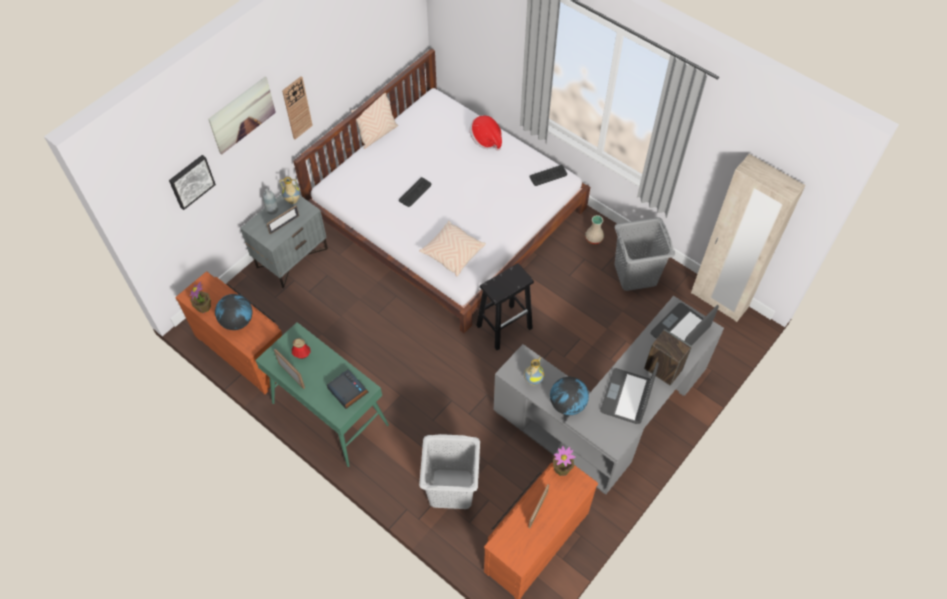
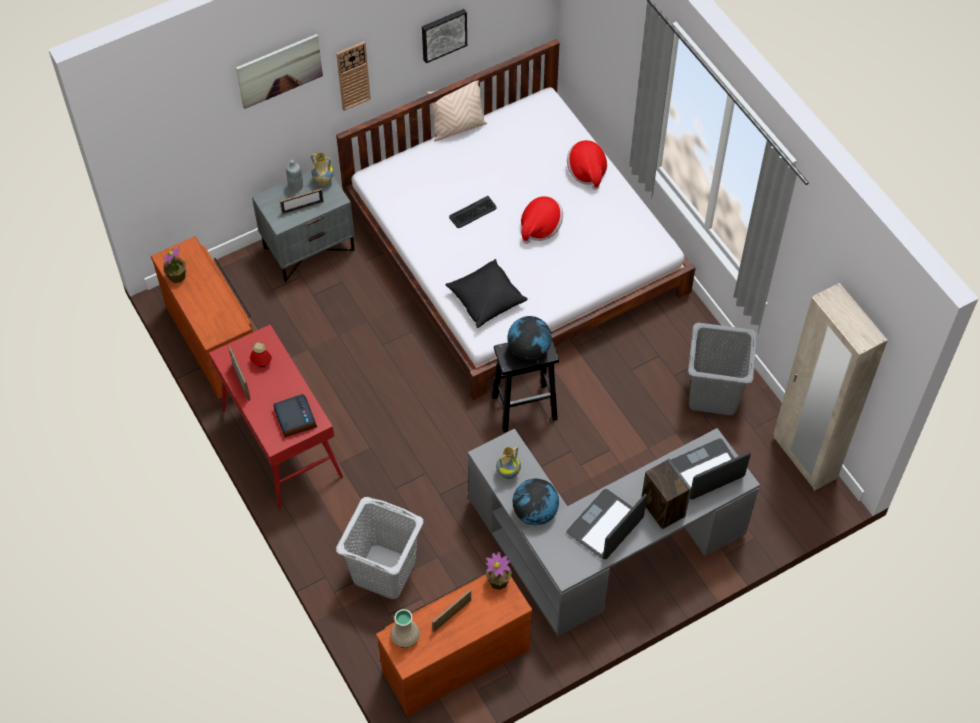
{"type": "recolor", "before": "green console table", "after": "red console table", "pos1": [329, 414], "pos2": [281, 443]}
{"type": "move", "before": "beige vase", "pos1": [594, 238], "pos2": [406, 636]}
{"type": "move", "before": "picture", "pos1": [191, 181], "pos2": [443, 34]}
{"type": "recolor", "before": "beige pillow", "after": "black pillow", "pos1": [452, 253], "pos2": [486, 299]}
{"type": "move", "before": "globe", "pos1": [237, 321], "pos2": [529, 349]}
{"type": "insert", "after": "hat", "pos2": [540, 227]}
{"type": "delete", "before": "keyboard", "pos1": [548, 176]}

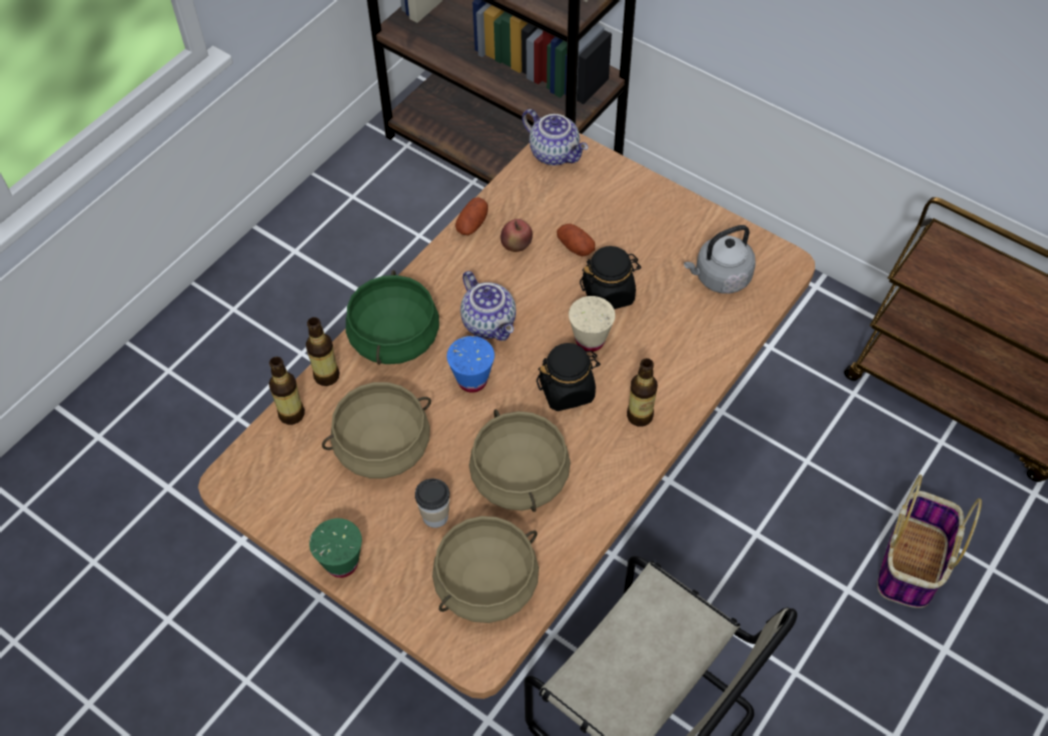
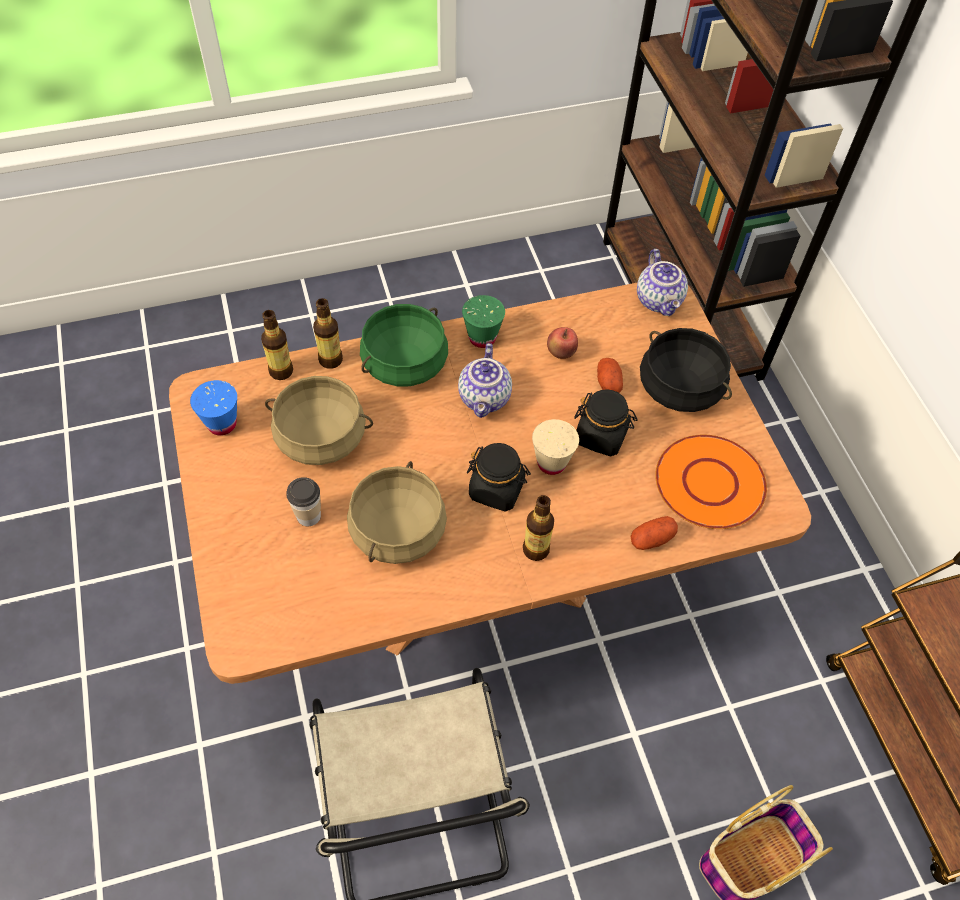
{"type": "move", "before": "blue cup", "pos1": [472, 380], "pos2": [222, 424]}
{"type": "move", "before": "green cup", "pos1": [342, 563], "pos2": [482, 338]}
{"type": "move", "before": "potato", "pos1": [472, 224], "pos2": [652, 539]}
{"type": "insert", "after": "black cooking pot", "pos2": [680, 387]}
{"type": "replace", "before": "grey kettle", "after": "orange plate", "pos1": [719, 277], "pos2": [709, 483]}
{"type": "delete", "before": "beige cooking pot", "pos1": [486, 584]}

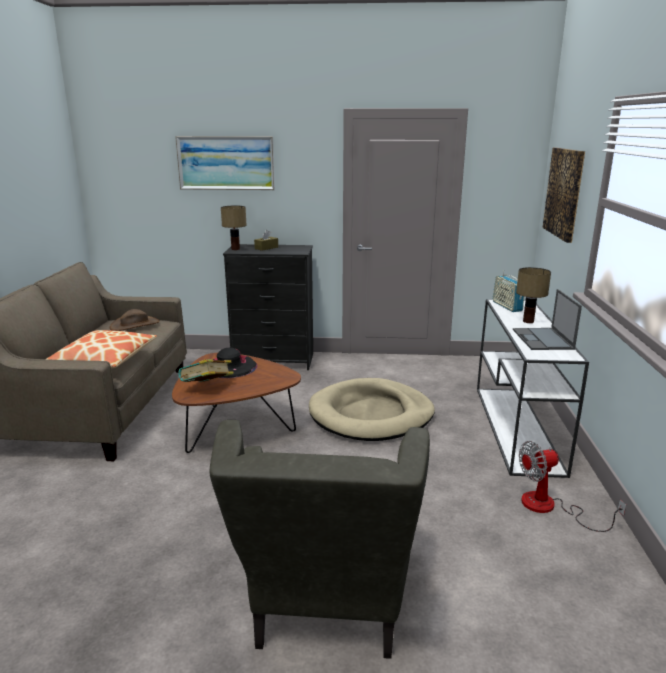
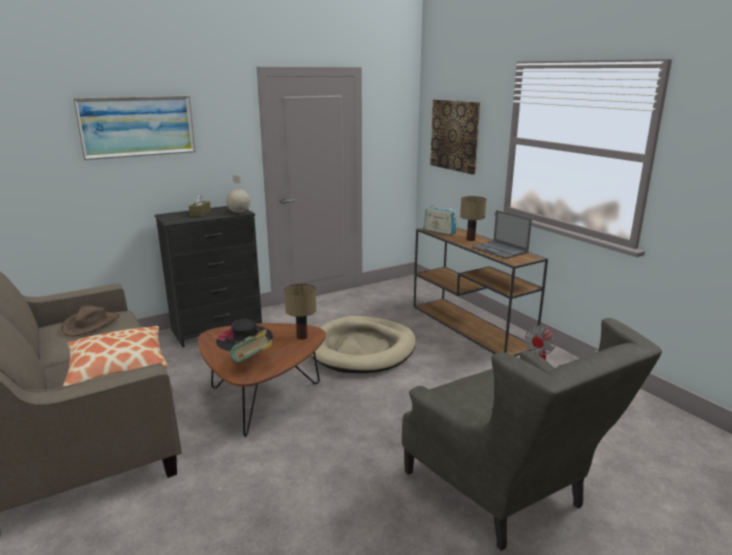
{"type": "insert", "after": "globe", "pos2": [239, 212]}
{"type": "move", "before": "table lamp", "pos1": [235, 249], "pos2": [302, 337]}
{"type": "recolor", "before": "white console table", "after": "brown console table", "pos1": [517, 428], "pos2": [471, 326]}

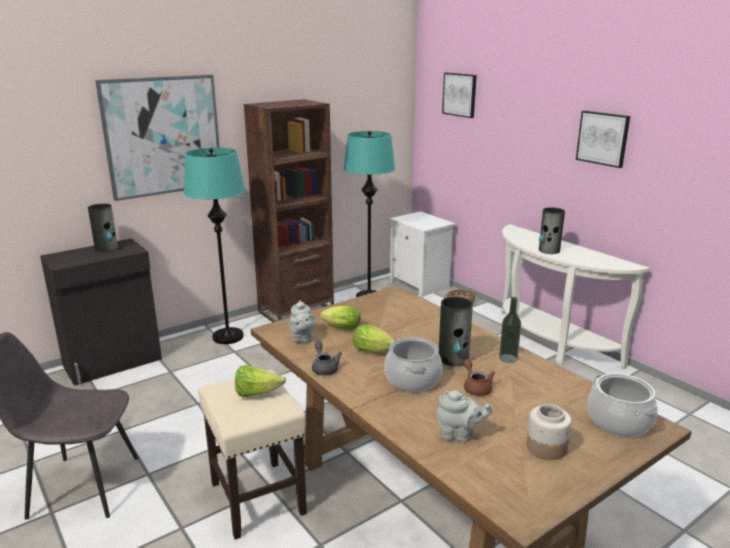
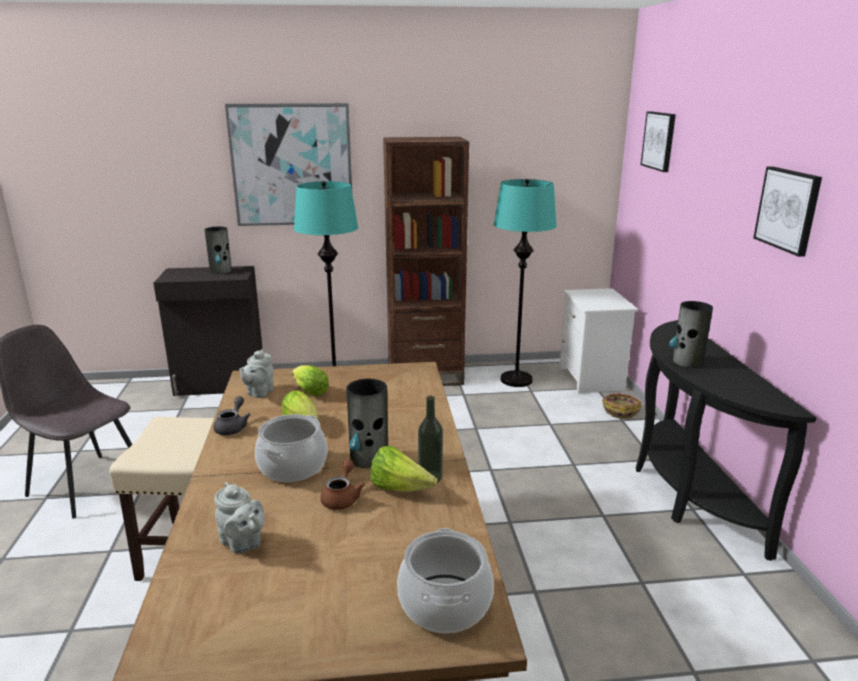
{"type": "move", "before": "lettuce", "pos1": [256, 393], "pos2": [400, 488]}
{"type": "recolor", "before": "white console table", "after": "black console table", "pos1": [547, 343], "pos2": [685, 491]}
{"type": "delete", "before": "jar", "pos1": [546, 447]}

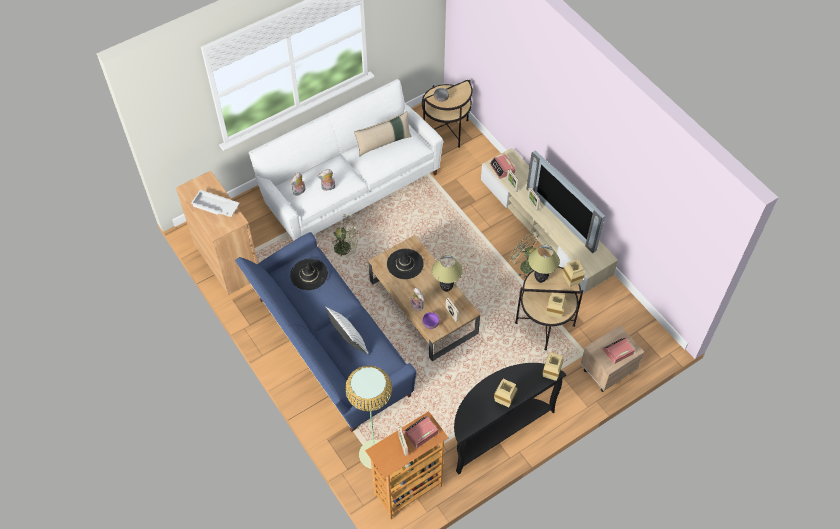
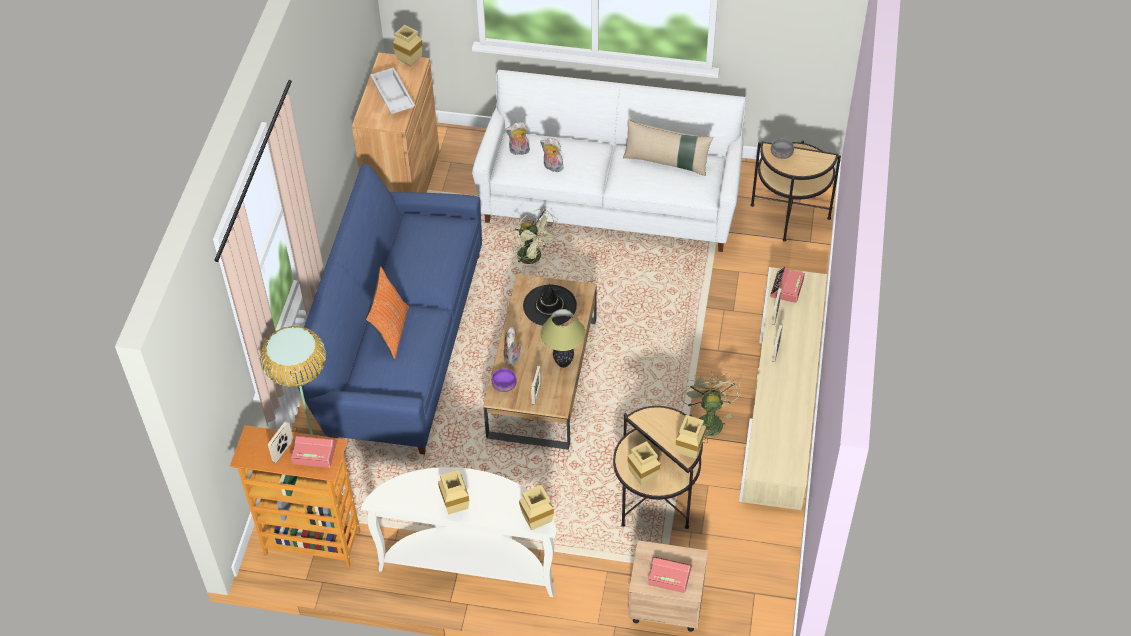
{"type": "recolor", "before": "black console table", "after": "white console table", "pos1": [497, 430], "pos2": [470, 563]}
{"type": "recolor", "before": "white pillow", "after": "orange pillow", "pos1": [348, 341], "pos2": [390, 331]}
{"type": "insert", "after": "beige vase", "pos2": [408, 62]}
{"type": "delete", "before": "black hat", "pos1": [309, 274]}
{"type": "delete", "before": "television", "pos1": [563, 217]}
{"type": "delete", "before": "table lamp", "pos1": [540, 279]}

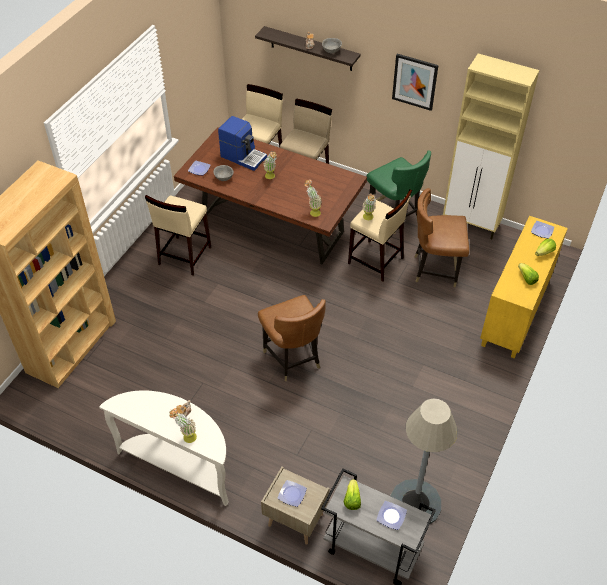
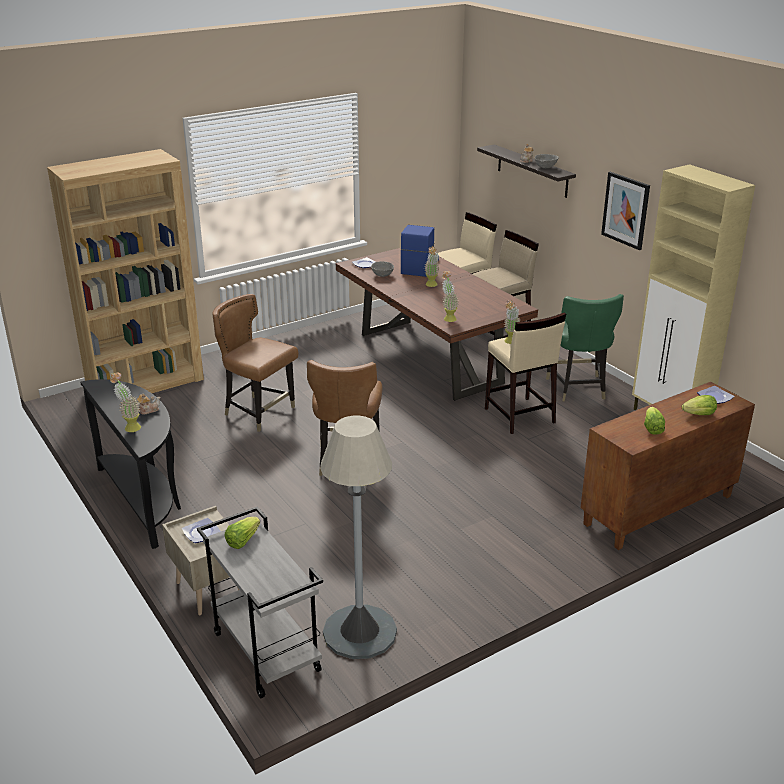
{"type": "recolor", "before": "white console table", "after": "black console table", "pos1": [180, 465], "pos2": [144, 500]}
{"type": "move", "before": "brown chair", "pos1": [435, 269], "pos2": [259, 412]}
{"type": "rotate", "before": "coffee machine", "pos1": [243, 156], "pos2": [419, 267], "turn": -135}
{"type": "recolor", "before": "yellow cabinet", "after": "brown cabinet", "pos1": [515, 313], "pos2": [658, 511]}
{"type": "delete", "before": "beige stool", "pos1": [184, 256]}
{"type": "delete", "before": "plate", "pos1": [390, 516]}

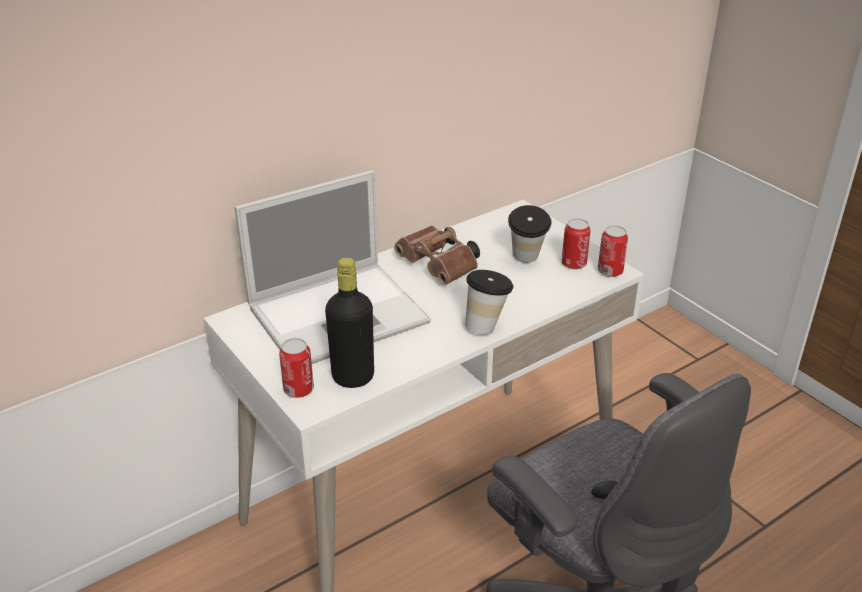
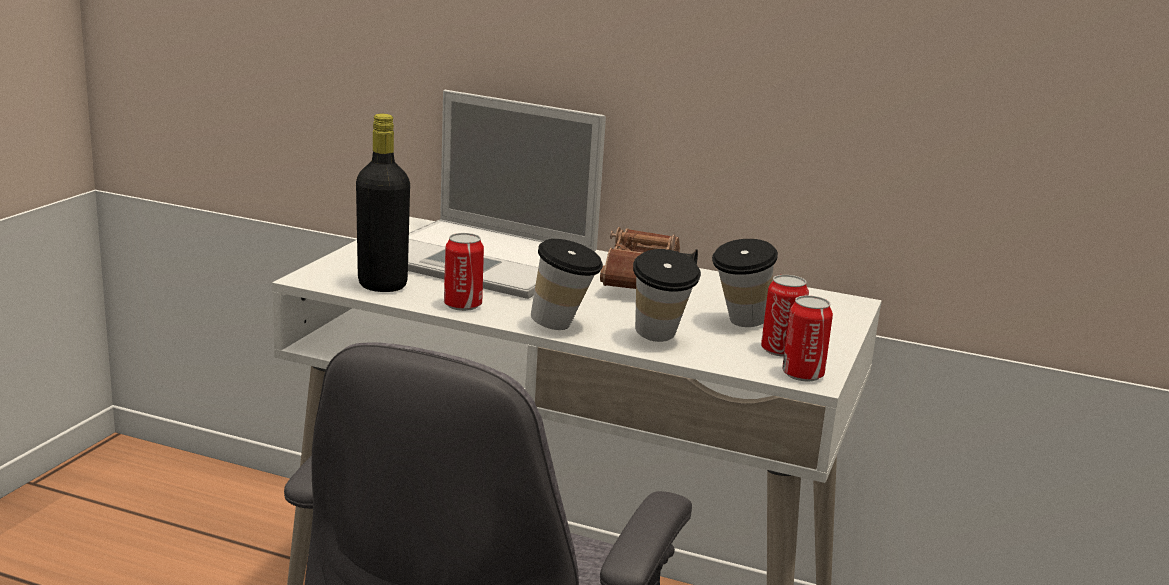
{"type": "move", "before": "can", "pos1": [298, 390], "pos2": [463, 305]}
{"type": "insert", "after": "cup", "pos2": [659, 339]}

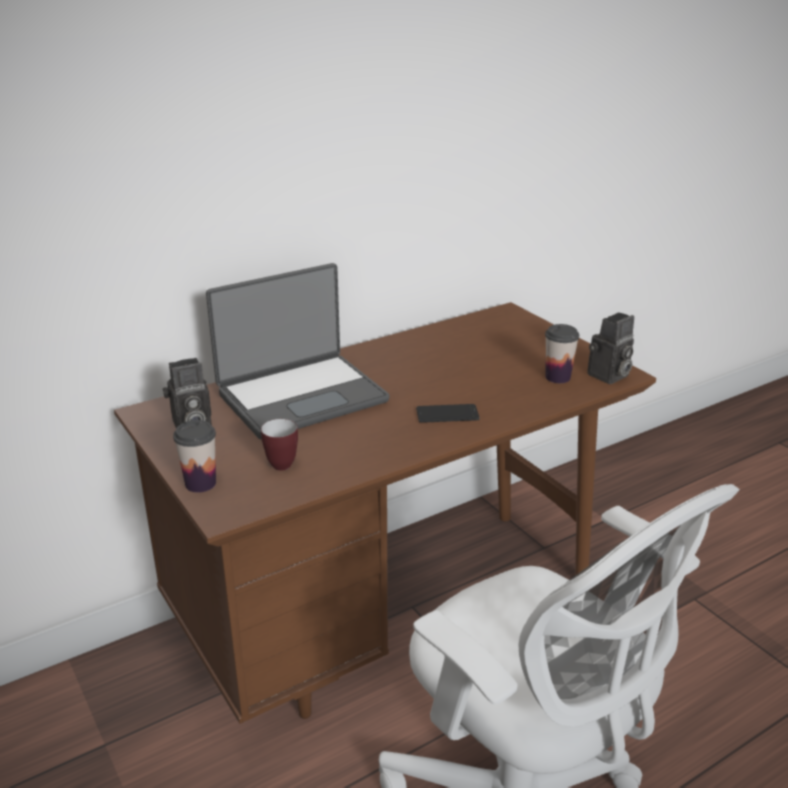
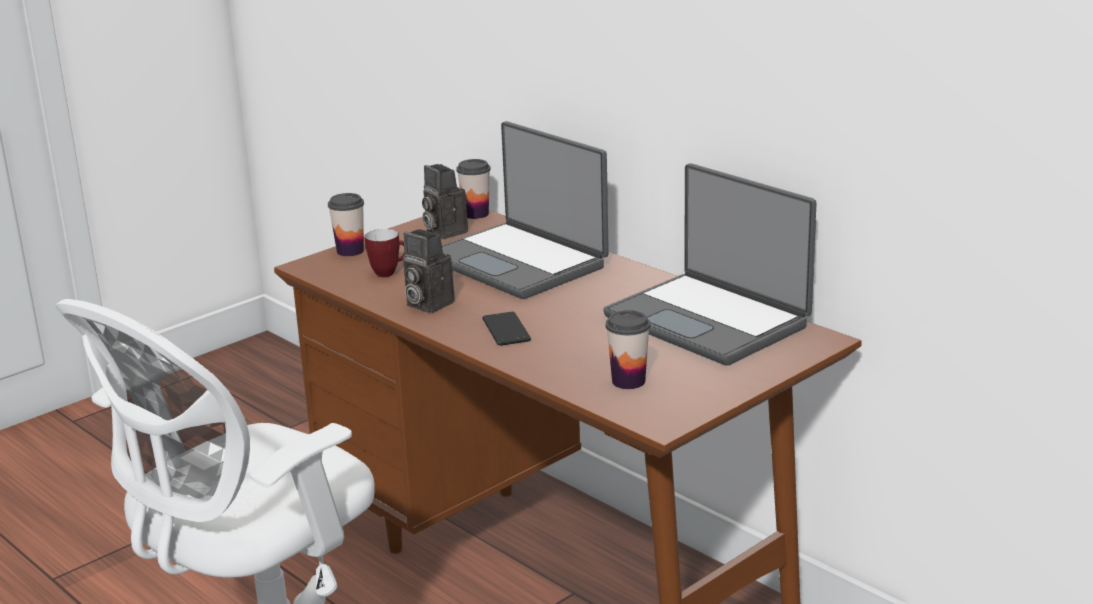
{"type": "move", "before": "photo camera", "pos1": [608, 376], "pos2": [426, 304]}
{"type": "insert", "after": "cup", "pos2": [476, 214]}
{"type": "insert", "after": "laptop", "pos2": [709, 320]}

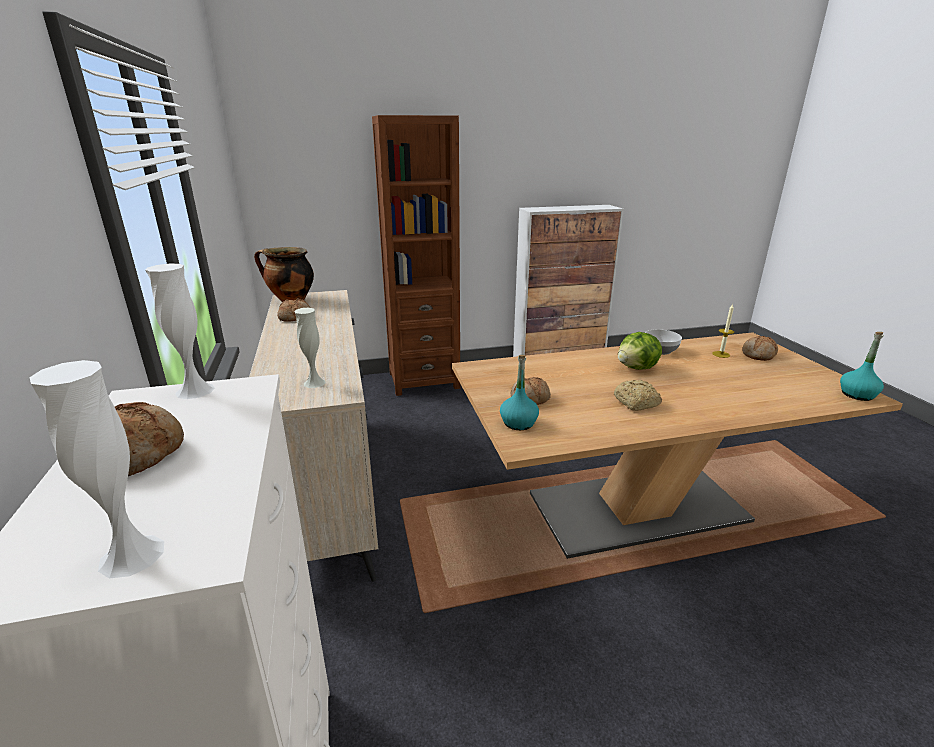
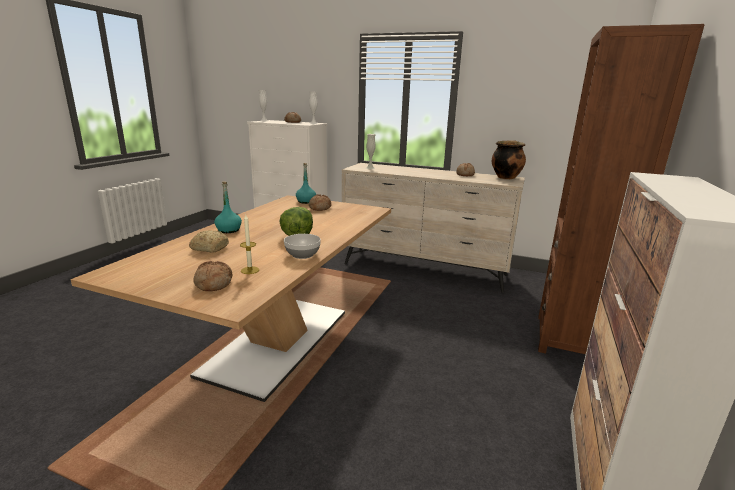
{"type": "move", "before": "bread", "pos1": [636, 403], "pos2": [209, 248]}
{"type": "move", "before": "turquoise bottle", "pos1": [857, 394], "pos2": [229, 230]}

